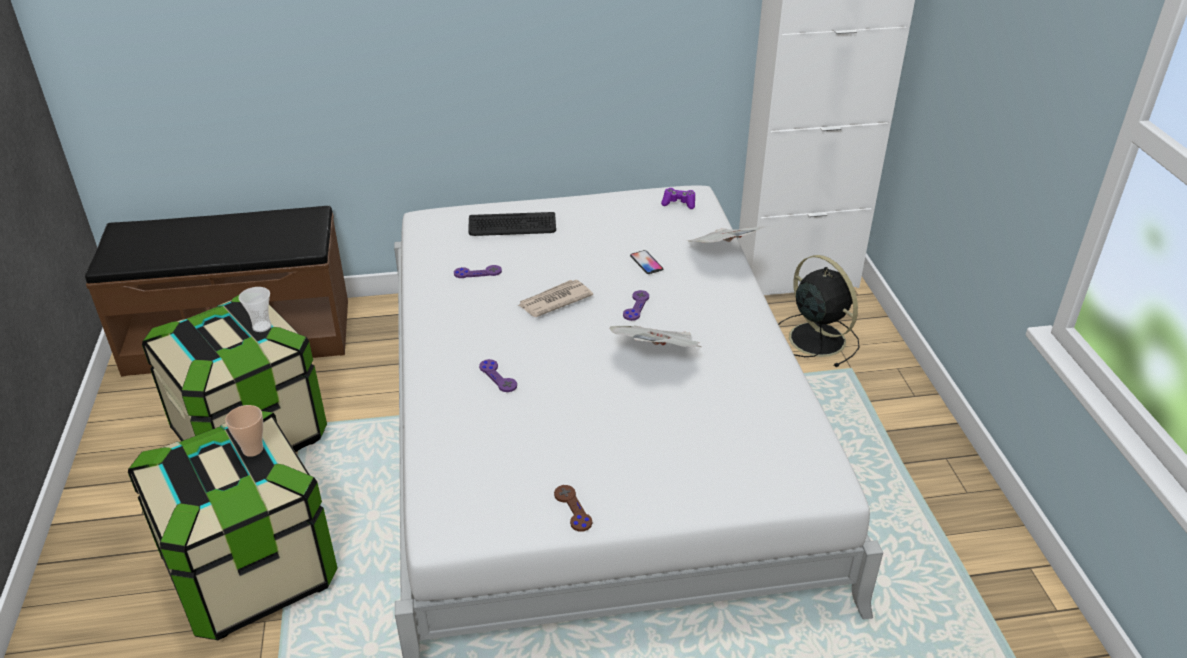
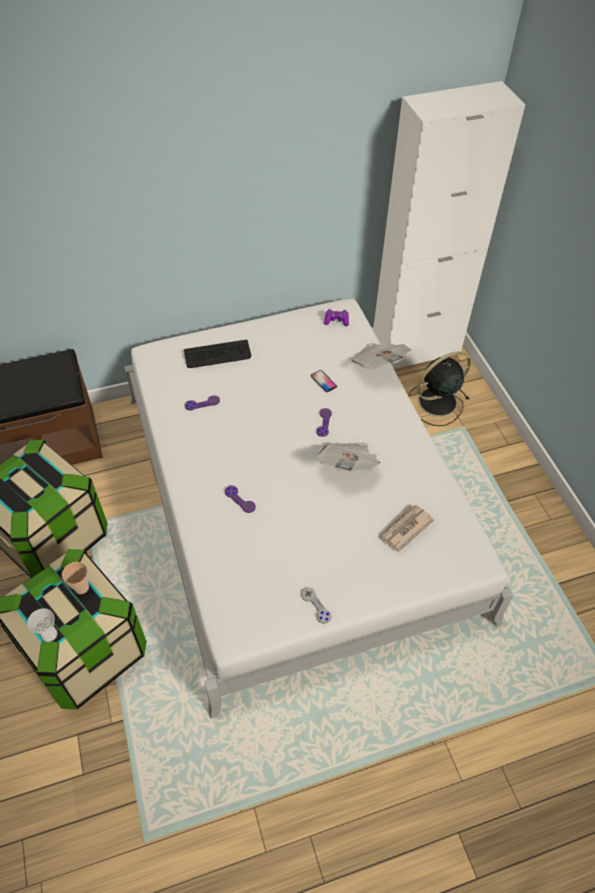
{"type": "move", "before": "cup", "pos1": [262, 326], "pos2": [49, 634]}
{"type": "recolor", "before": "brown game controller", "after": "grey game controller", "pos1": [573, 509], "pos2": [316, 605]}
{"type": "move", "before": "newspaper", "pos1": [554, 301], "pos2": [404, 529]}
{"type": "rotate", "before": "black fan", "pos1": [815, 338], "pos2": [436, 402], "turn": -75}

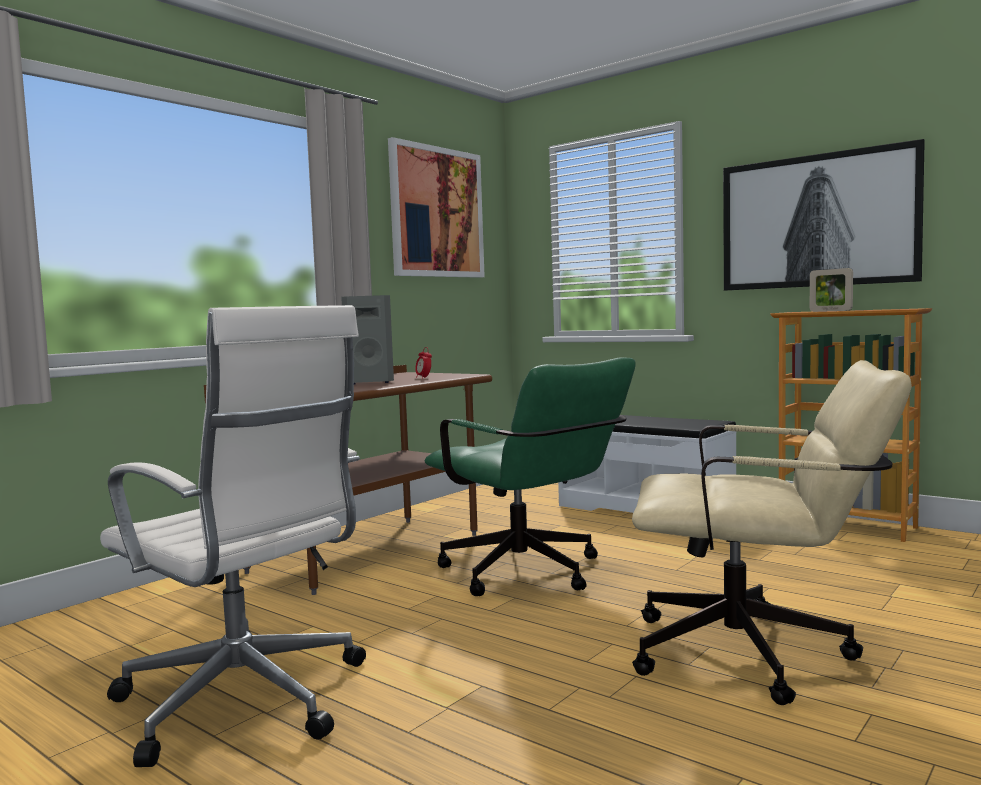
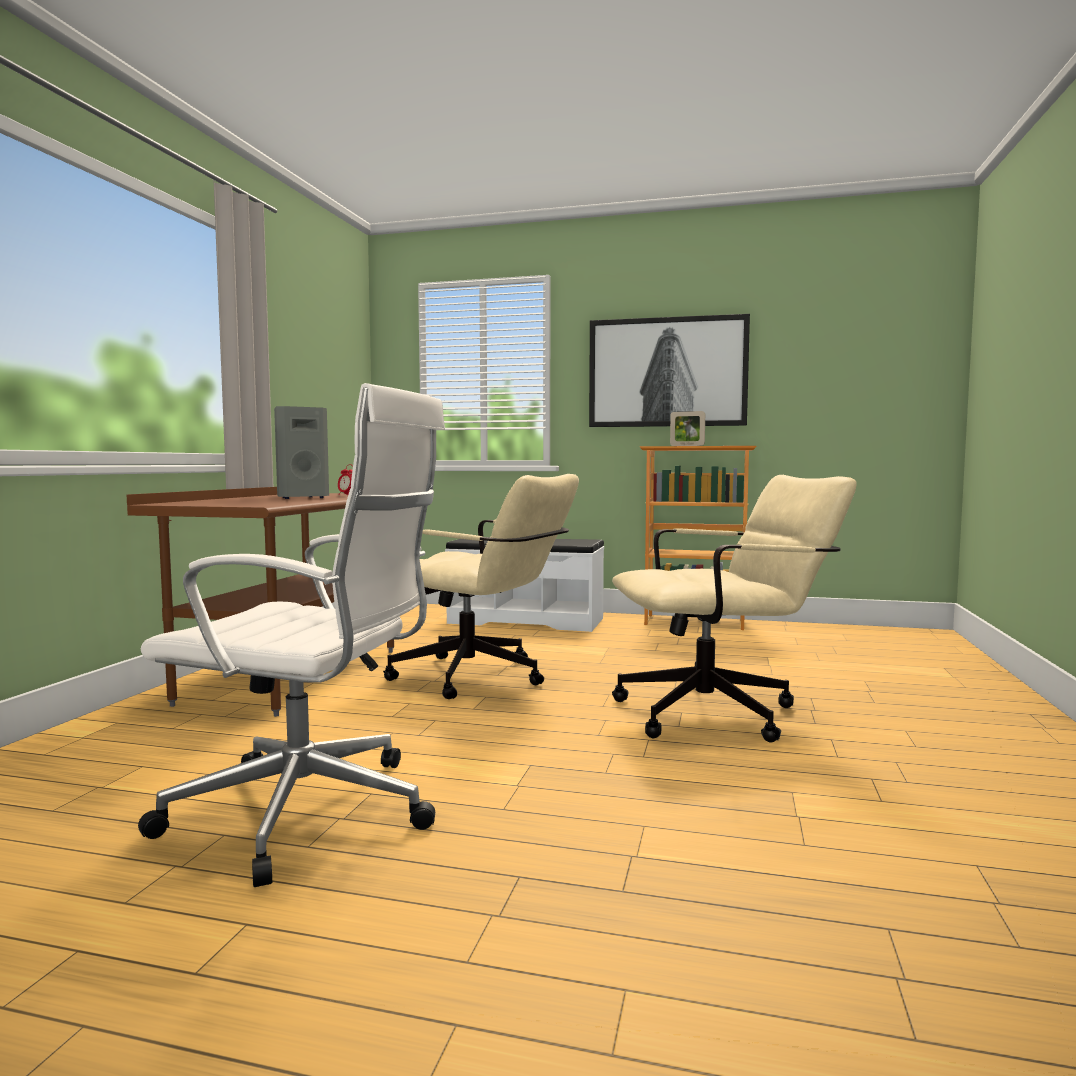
{"type": "recolor", "before": "green office chair", "after": "beige office chair", "pos1": [531, 575], "pos2": [481, 678]}
{"type": "delete", "before": "picture", "pos1": [437, 212]}

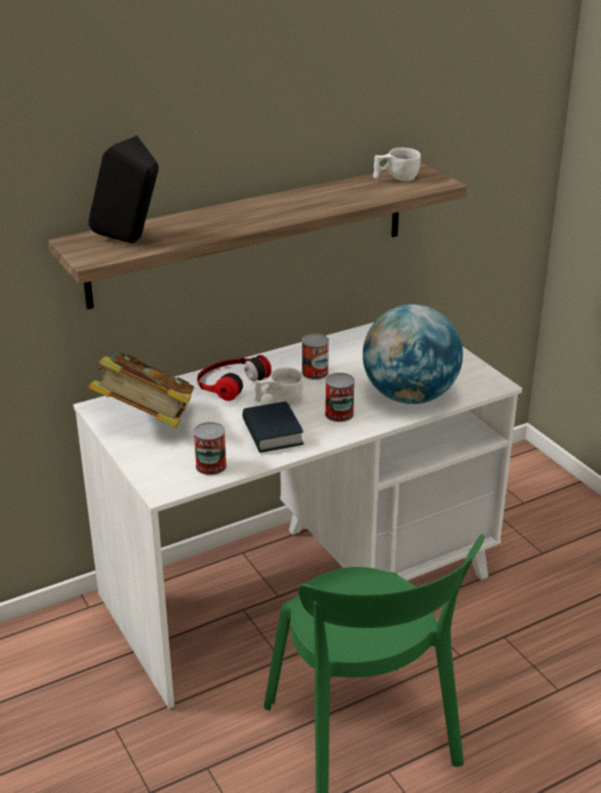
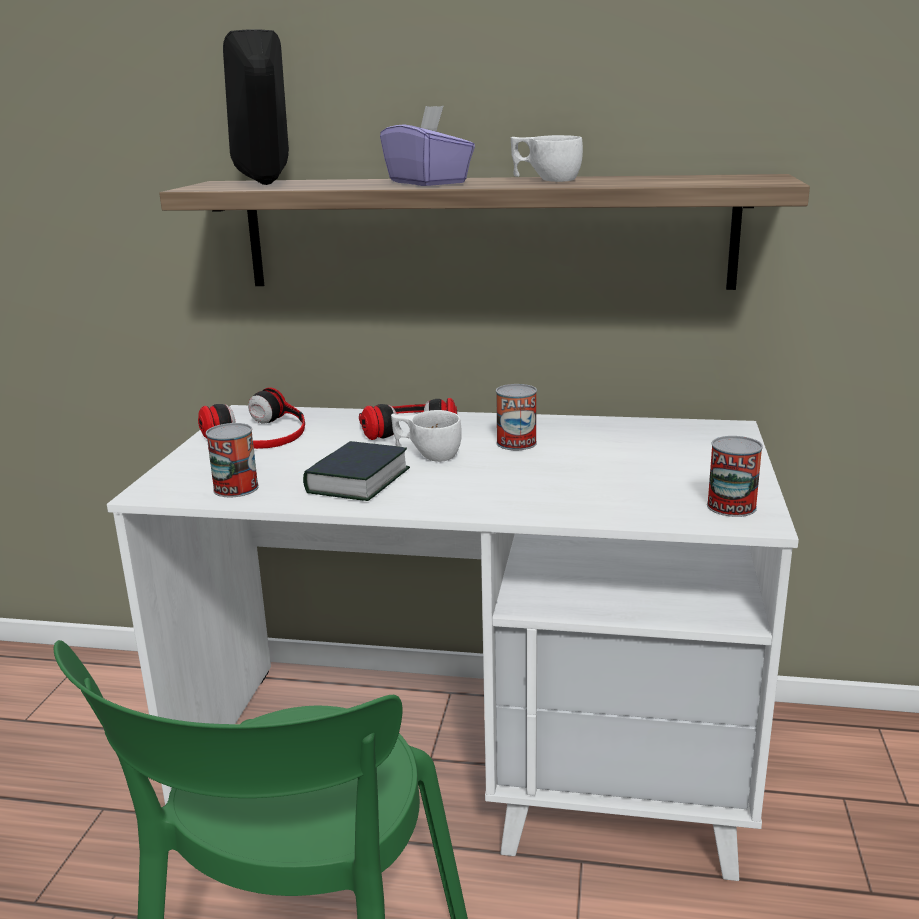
{"type": "replace", "before": "book", "after": "headphones", "pos1": [146, 422], "pos2": [259, 434]}
{"type": "insert", "after": "purple tissue box", "pos2": [428, 182]}
{"type": "move", "before": "white cup", "pos1": [395, 178], "pos2": [546, 180]}
{"type": "move", "before": "can", "pos1": [339, 414], "pos2": [731, 506]}
{"type": "delete", "before": "globe", "pos1": [409, 396]}

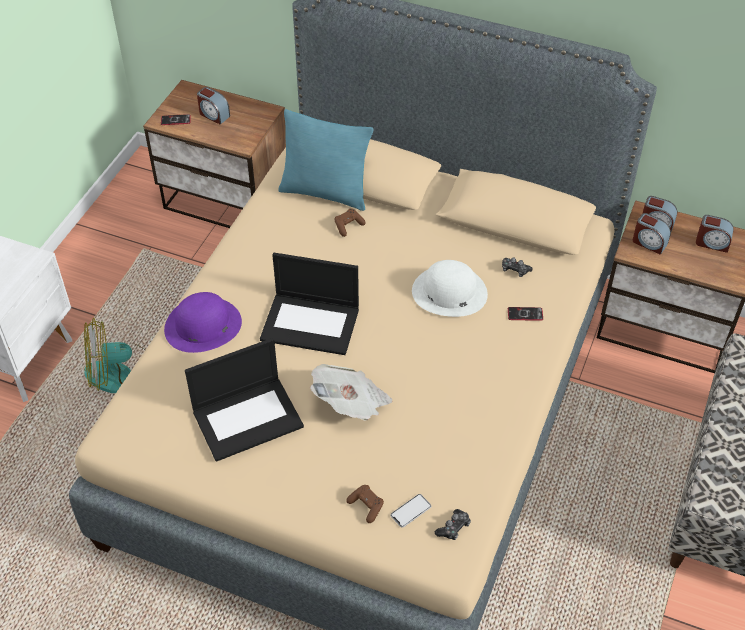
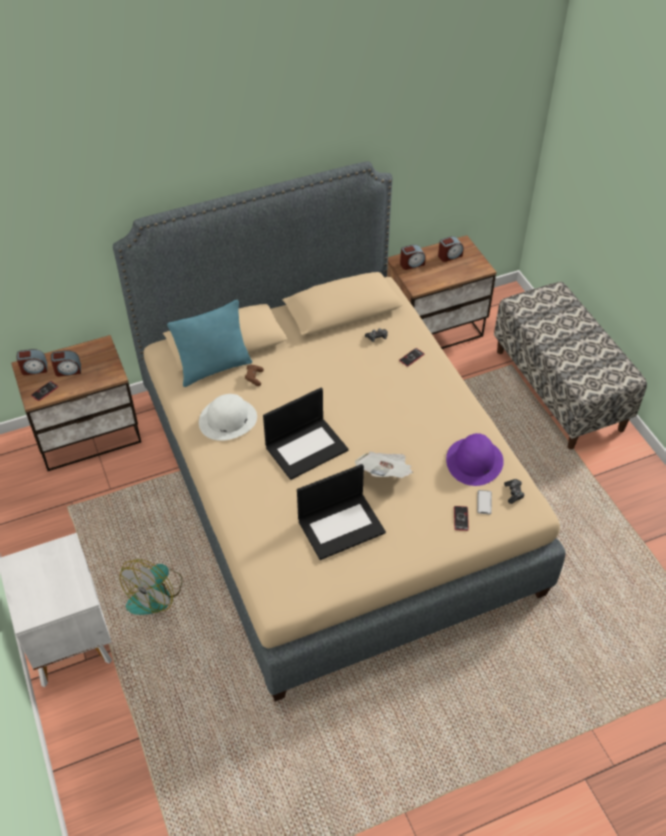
{"type": "move", "before": "alarm clock", "pos1": [649, 243], "pos2": [34, 369]}
{"type": "move", "before": "white hat", "pos1": [449, 292], "pos2": [227, 420]}
{"type": "rotate", "before": "laptop", "pos1": [248, 417], "pos2": [341, 525], "turn": 45}
{"type": "move", "before": "purple hat", "pos1": [202, 325], "pos2": [474, 461]}
{"type": "replace", "before": "brown game controller", "after": "phone", "pos1": [366, 506], "pos2": [461, 518]}

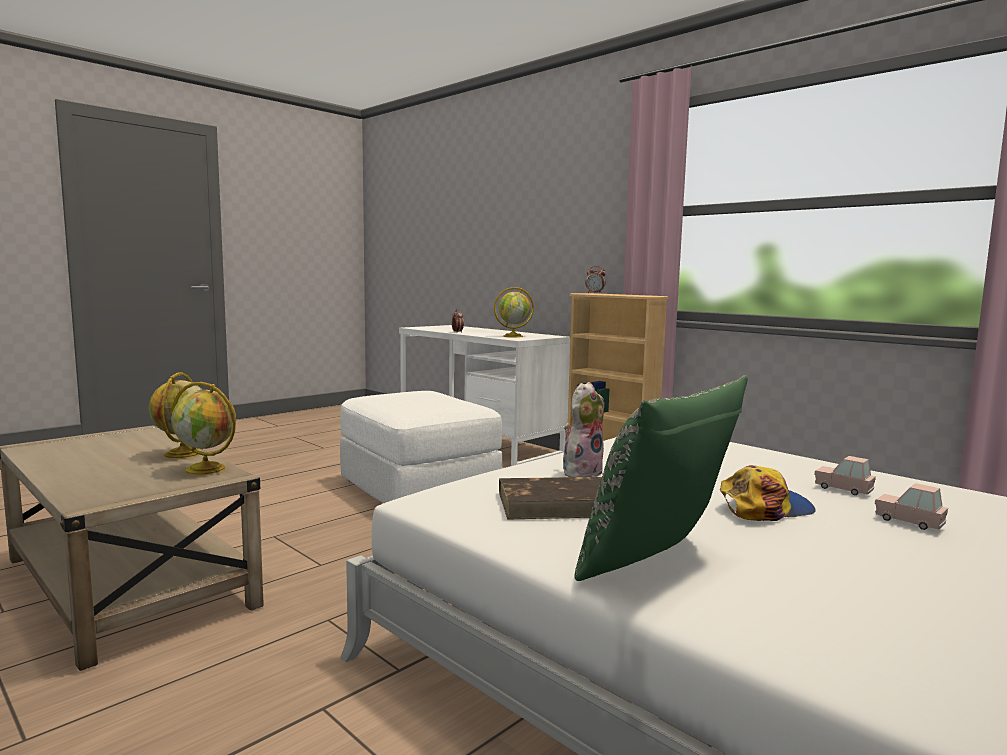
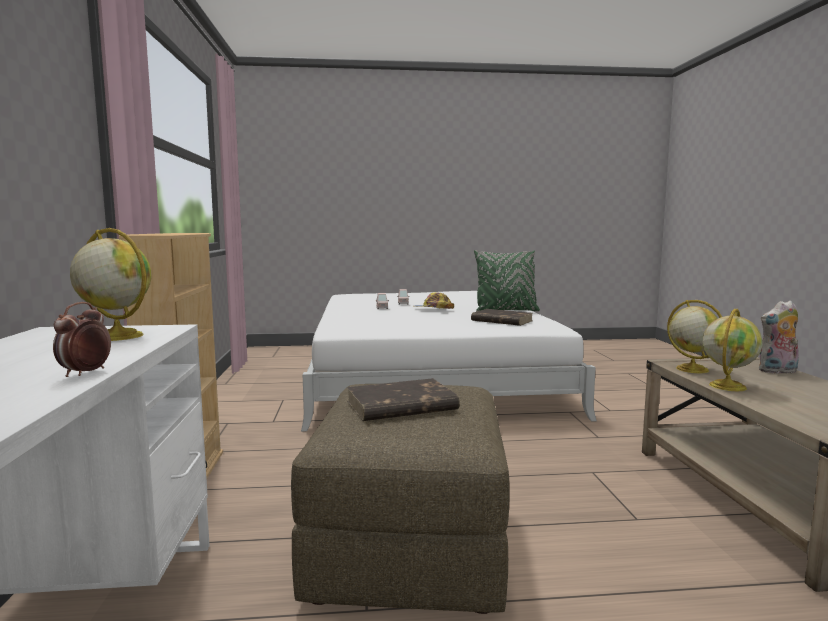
{"type": "recolor", "before": "white ottoman", "after": "brown ottoman", "pos1": [419, 489], "pos2": [409, 543]}
{"type": "insert", "after": "brown book", "pos2": [400, 406]}
{"type": "move", "before": "plush toy", "pos1": [581, 472], "pos2": [777, 371]}
{"type": "delete", "before": "alarm clock", "pos1": [595, 293]}

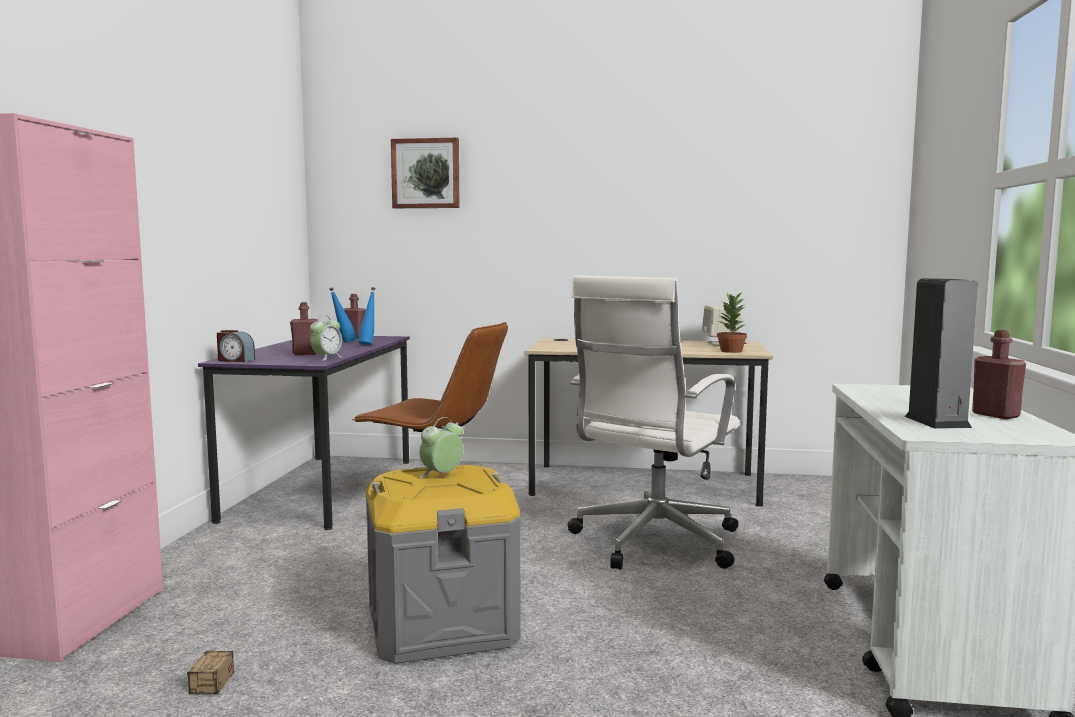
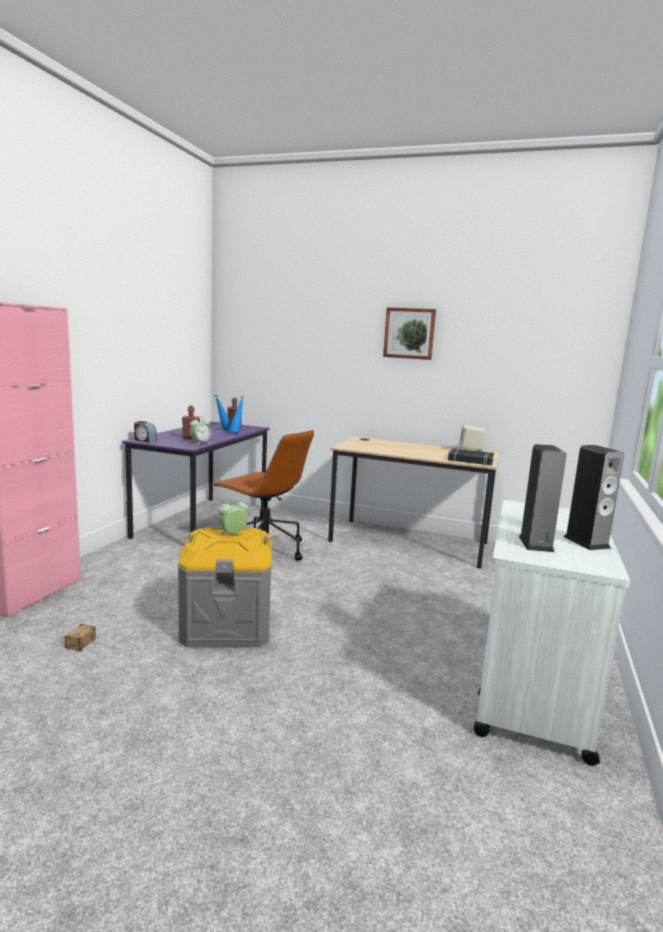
{"type": "move", "before": "picture", "pos1": [426, 173], "pos2": [409, 333]}
{"type": "replace", "before": "potted plant", "after": "black book", "pos1": [731, 351], "pos2": [470, 460]}
{"type": "replace", "before": "red bottle", "after": "speaker", "pos1": [995, 415], "pos2": [586, 542]}
{"type": "delete", "before": "white office chair", "pos1": [653, 543]}

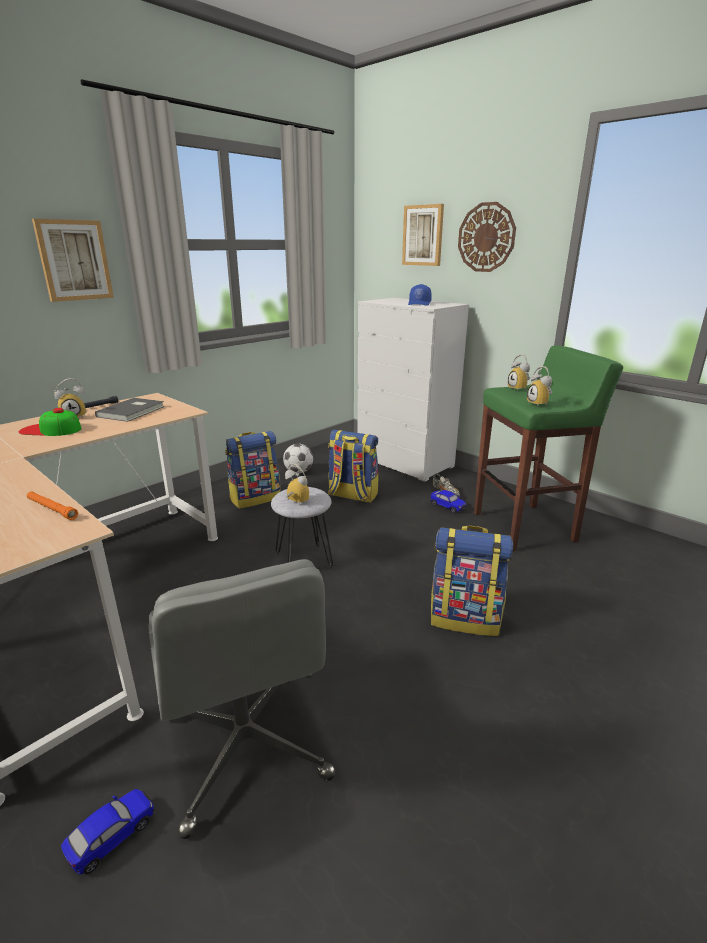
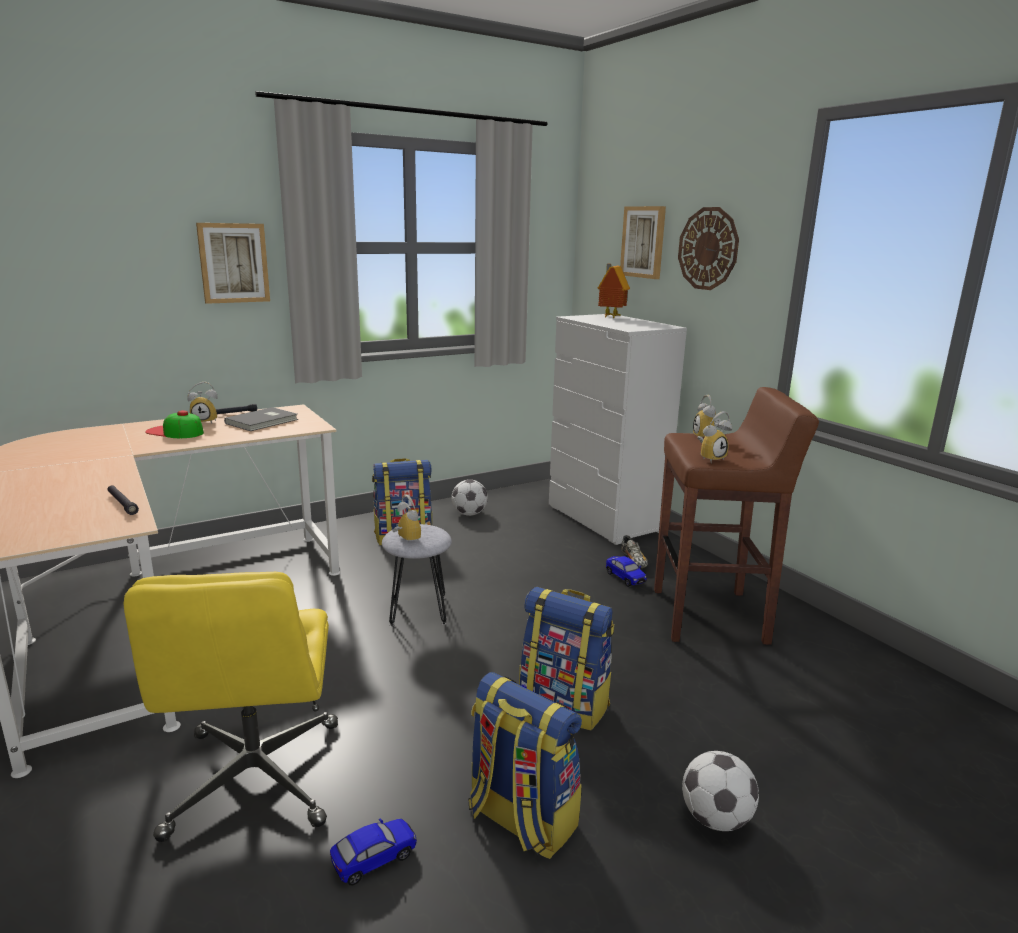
{"type": "recolor", "before": "orange flashlight", "after": "black flashlight", "pos1": [52, 509], "pos2": [122, 504]}
{"type": "recolor", "before": "grey office chair", "after": "yellow office chair", "pos1": [246, 748], "pos2": [256, 779]}
{"type": "move", "before": "toy car", "pos1": [112, 837], "pos2": [374, 859]}
{"type": "move", "before": "backpack", "pos1": [352, 495], "pos2": [520, 819]}
{"type": "insert", "after": "toy house", "pos2": [610, 317]}
{"type": "recolor", "before": "green stool", "after": "brown stool", "pos1": [525, 527], "pos2": [711, 616]}
{"type": "insert", "after": "football", "pos2": [715, 819]}
{"type": "rotate", "before": "alarm clock", "pos1": [540, 404], "pos2": [710, 458], "turn": -120}
{"type": "delete", "before": "blue cap", "pos1": [419, 304]}

